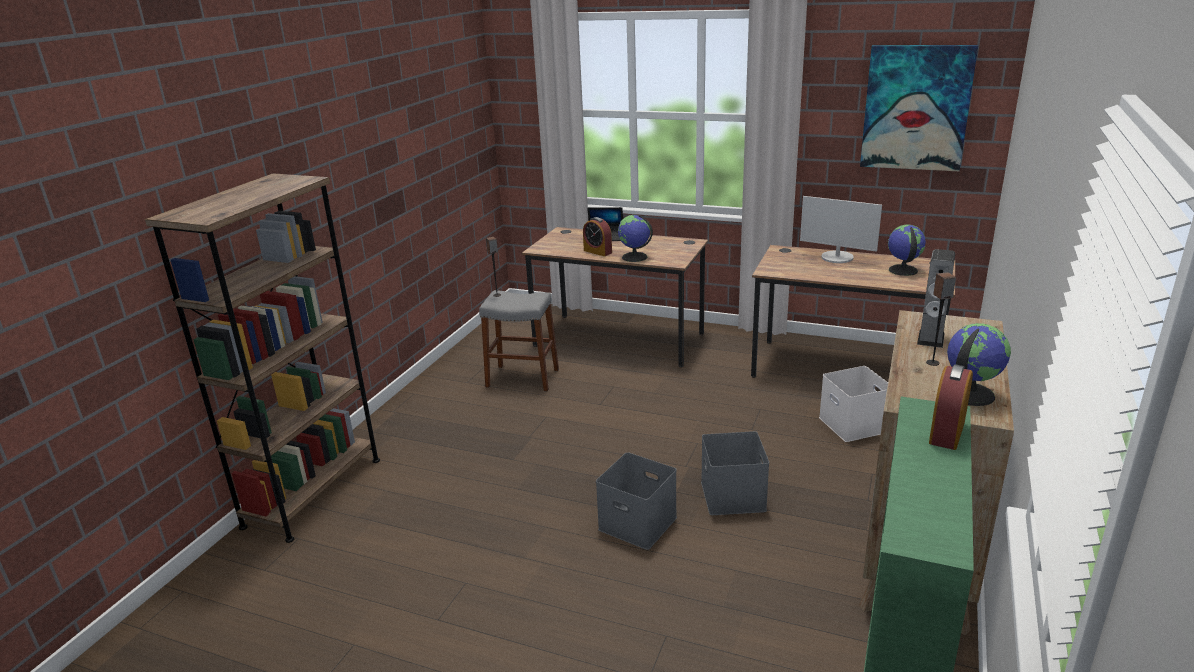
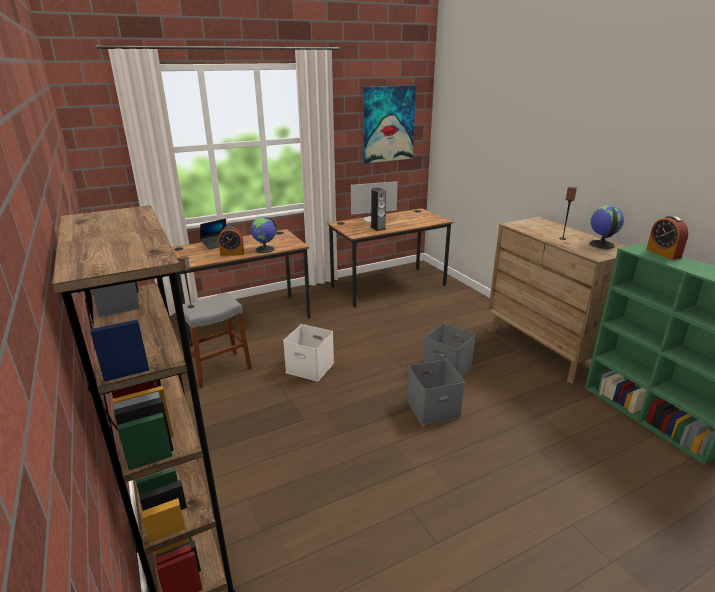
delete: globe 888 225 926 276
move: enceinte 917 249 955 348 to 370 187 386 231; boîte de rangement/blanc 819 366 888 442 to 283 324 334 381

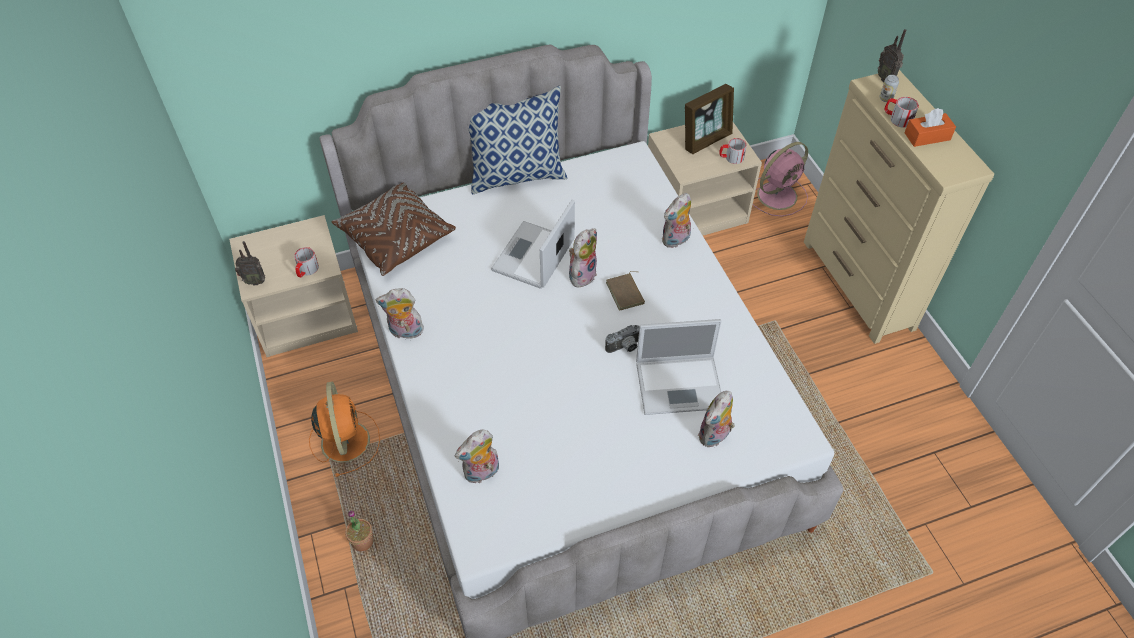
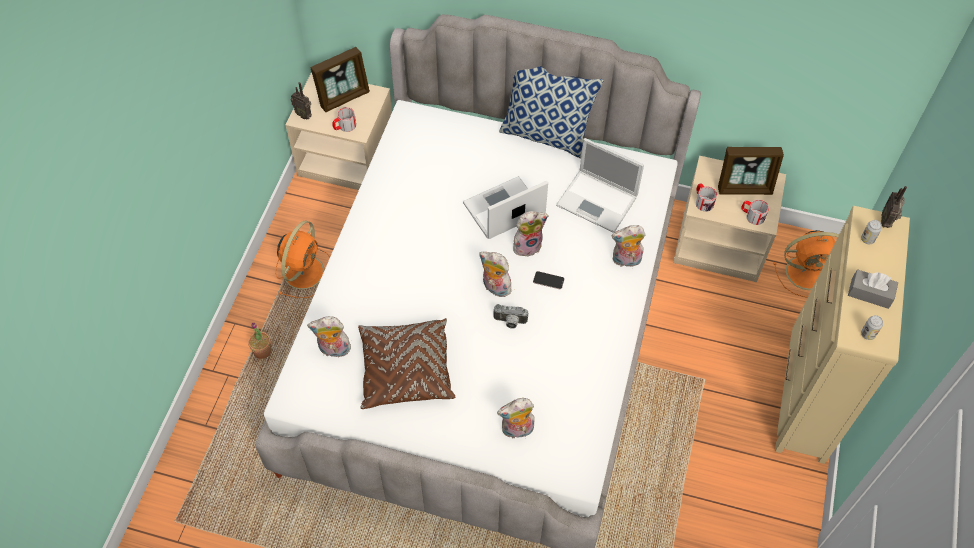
insert: cadre photo 311 47 370 112; boîte métallique 861 315 883 340
move: mug 884 97 919 128 to 696 183 717 212; coussin/marron 332 183 456 276 to 358 318 455 409; peluche 376 288 424 339 to 479 252 513 297; ordinateur portable 636 319 721 415 to 556 138 644 233
replace: livre/marron 606 271 645 311 to téléphone 533 271 564 289
recolor: boîte à mouchoirs/orange 904 108 956 147 to boîte à mouchoirs/gris 848 269 898 309; ventilateur/rose 753 142 808 216 to ventilateur/orange 773 230 839 297

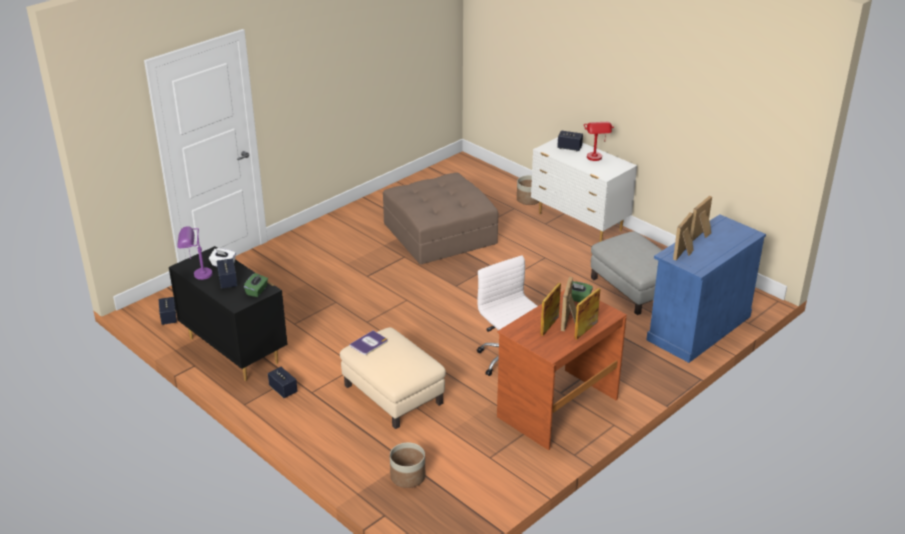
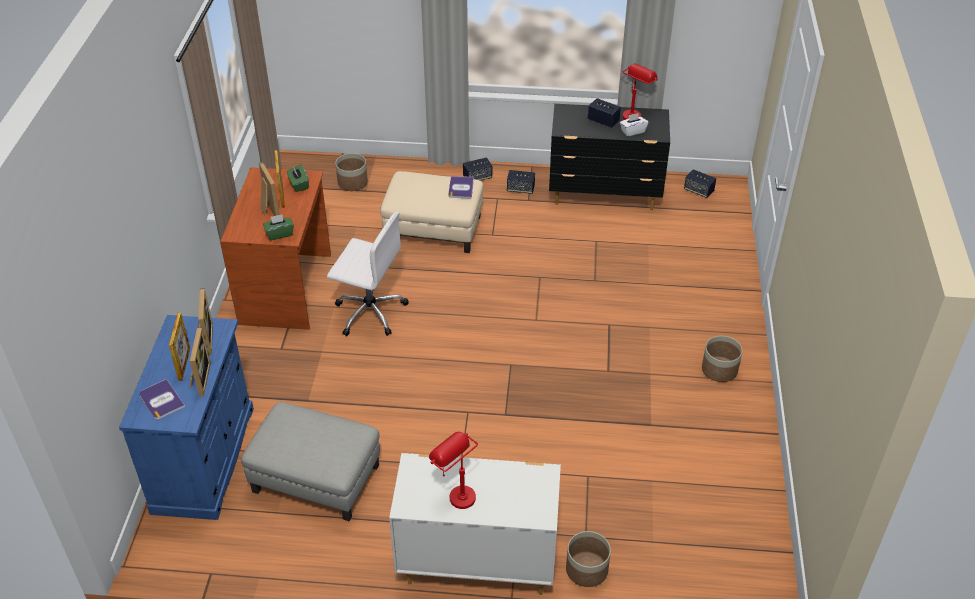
delete: pouf/marron 383 173 498 264
insert: cache-pot 702 336 743 382; livre 139 379 185 420
move: enceinte 557 131 583 151 to 463 157 492 181; boîte à mouchoirs/vert 244 273 268 297 to 287 165 309 192; cadre photo 574 288 600 340 to 169 313 190 381
recolor: lampe de table/violet 177 226 212 280 to lampe de table/rouge 623 64 658 120

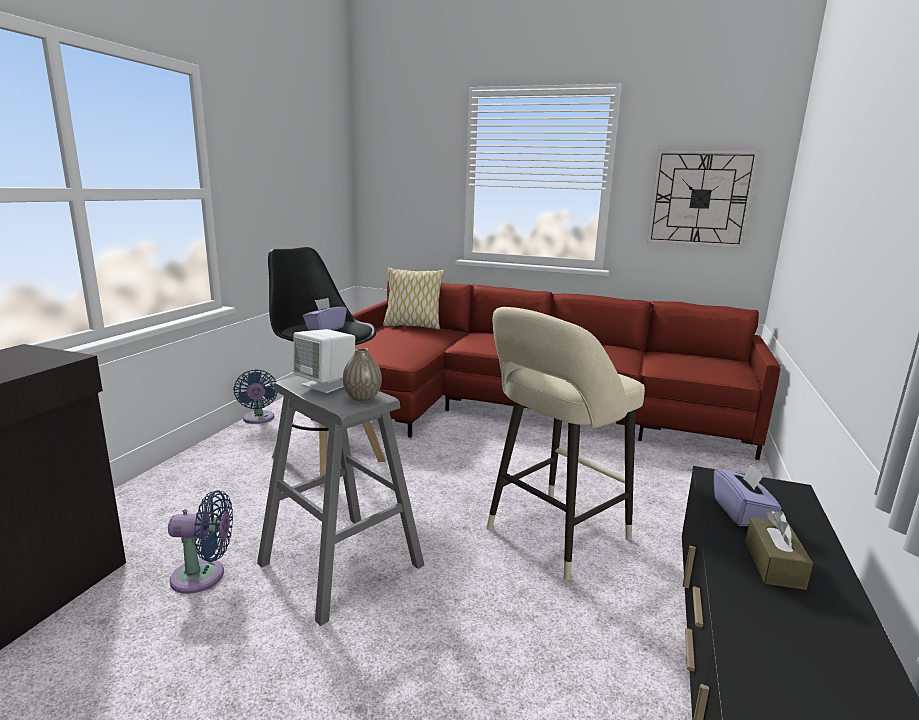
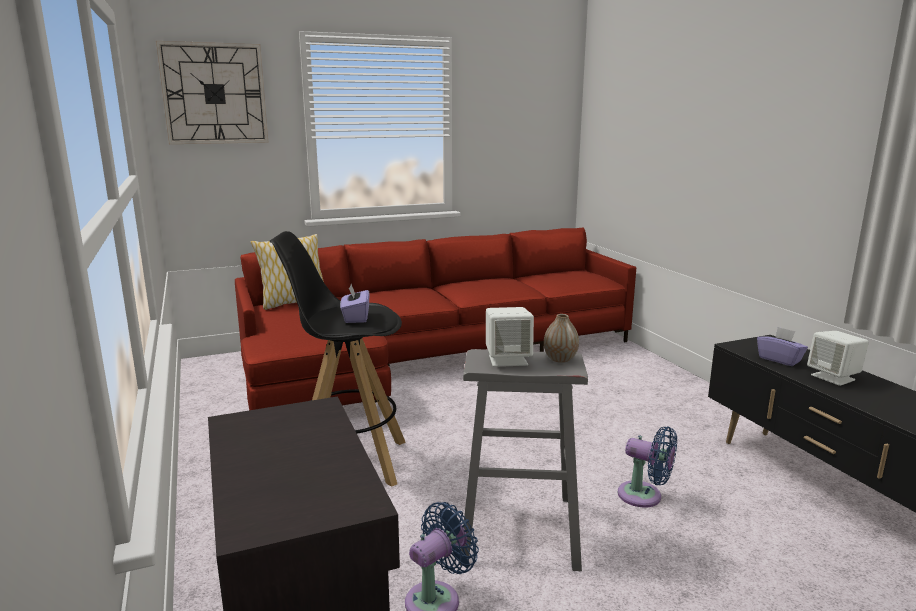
delete: tabouret/beige 486 307 645 581
move: horloge murale 647 150 759 248 to 156 41 269 144; ventilateur/bleu 233 369 278 424 to 618 427 677 508
replace: boîte à mouchoirs/marron 745 511 813 590 to enceinte/blanc 807 331 869 386

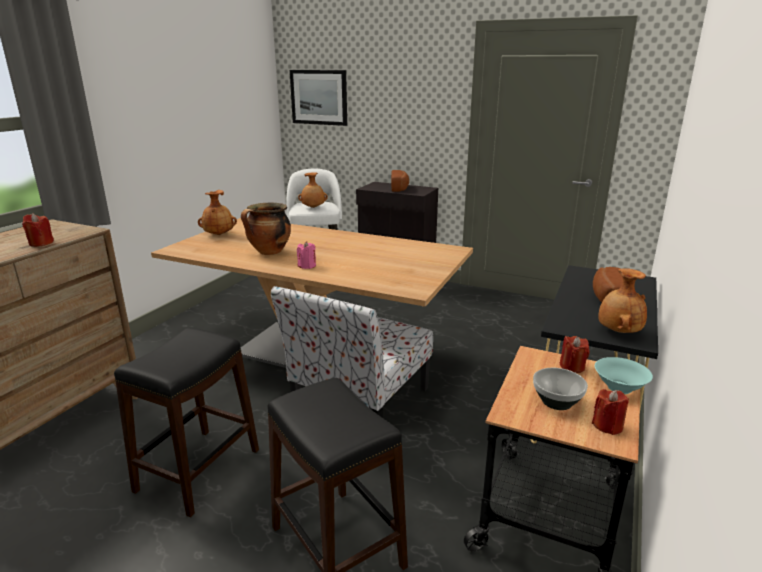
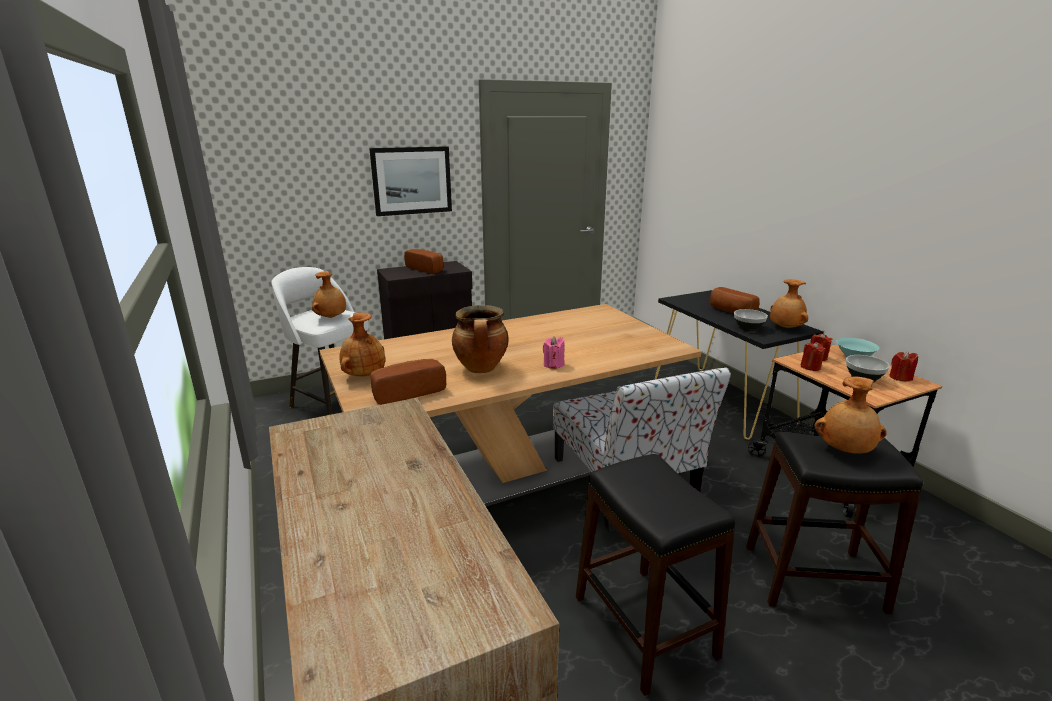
insert: bol 734 309 768 331; pain 370 359 446 405; vase/marron 814 377 887 454
move: tableau 290 70 347 126 to 369 146 452 216; bougie/rouge 22 213 54 247 to 800 342 826 371

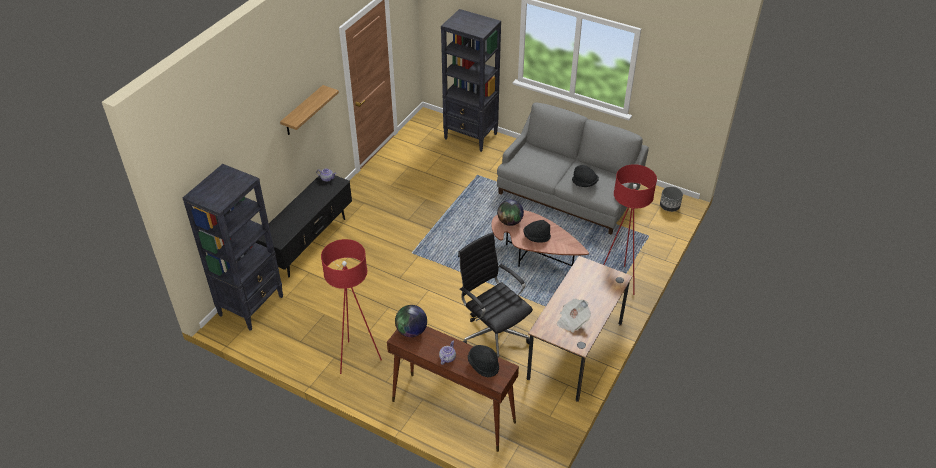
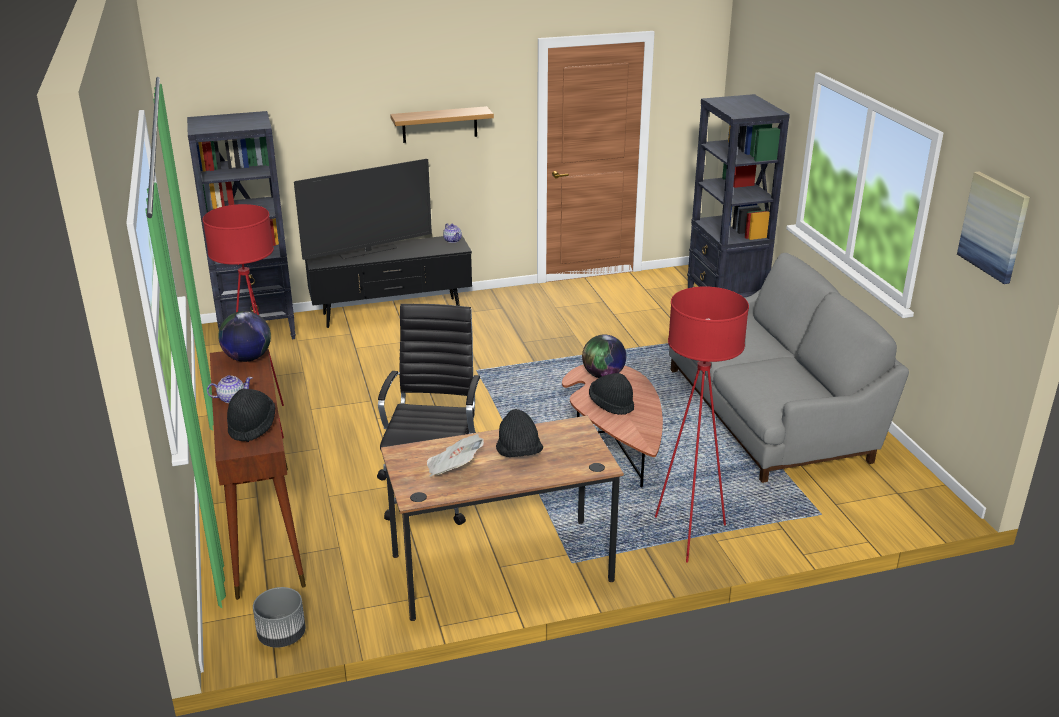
insert: téléviseur 294 159 432 260; tableau 957 171 1030 284
move: chapeau/noir 572 165 599 187 to 496 409 543 457; cache-pot/gris 660 187 683 212 to 253 587 305 648

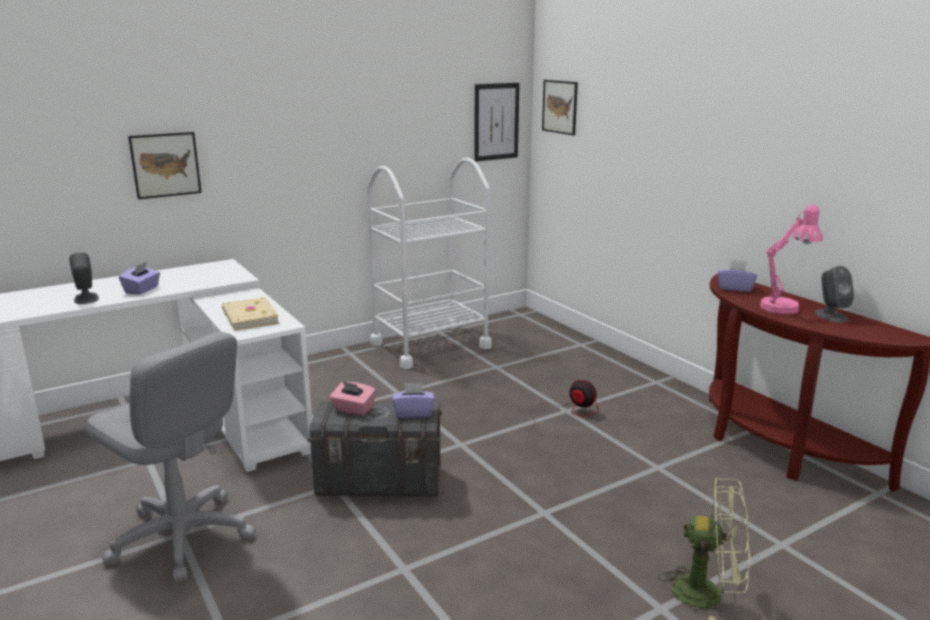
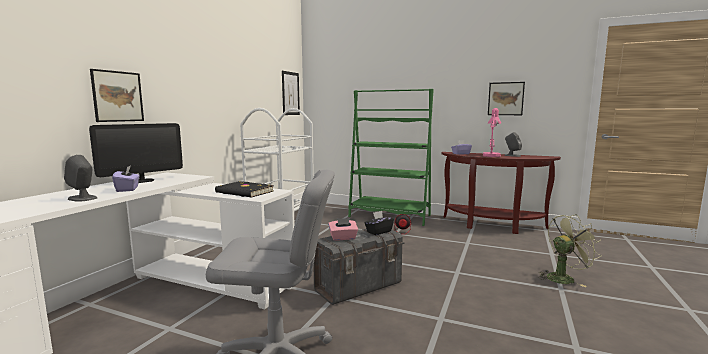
insert: bibliothèque/vert 348 89 434 226; écran d'ordinateur 89 123 183 183
move: tableau 542 80 578 136 to 488 82 525 115
recolor: livre/beige 222 297 280 331 to livre/noir 215 181 274 198; boîte à mouchoirs/violet 392 383 434 418 to boîte à mouchoirs/noir 365 211 394 235

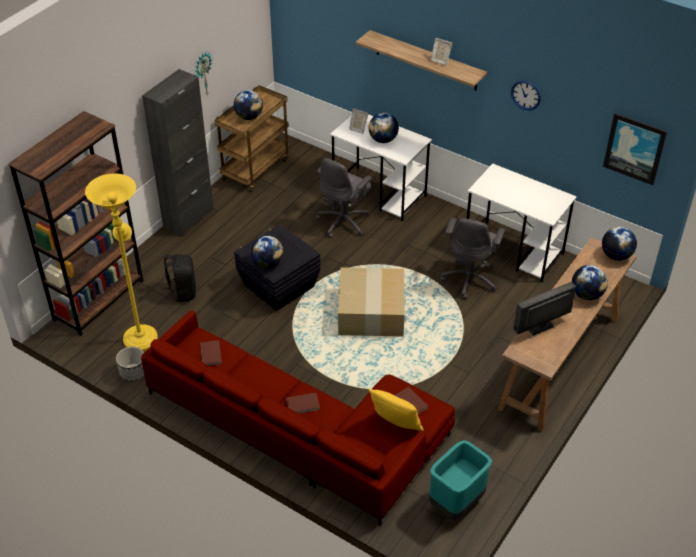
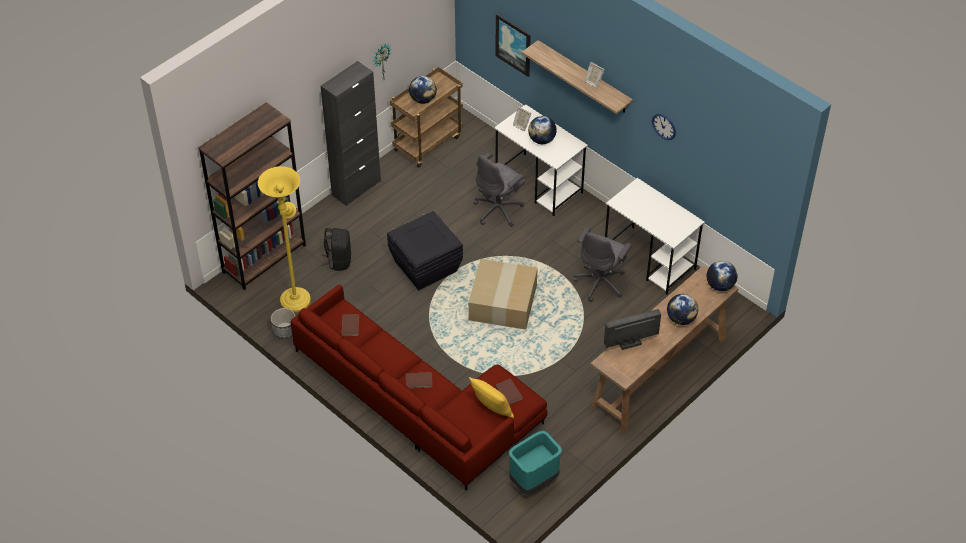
delete: globe 251 236 284 268
move: tableau 603 113 667 185 to 495 14 531 77

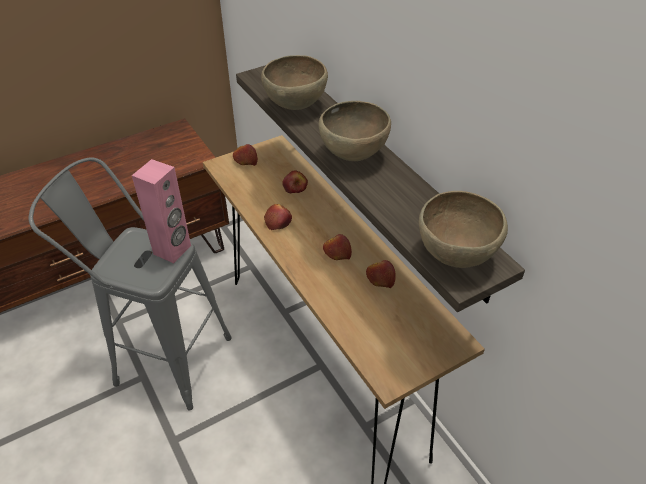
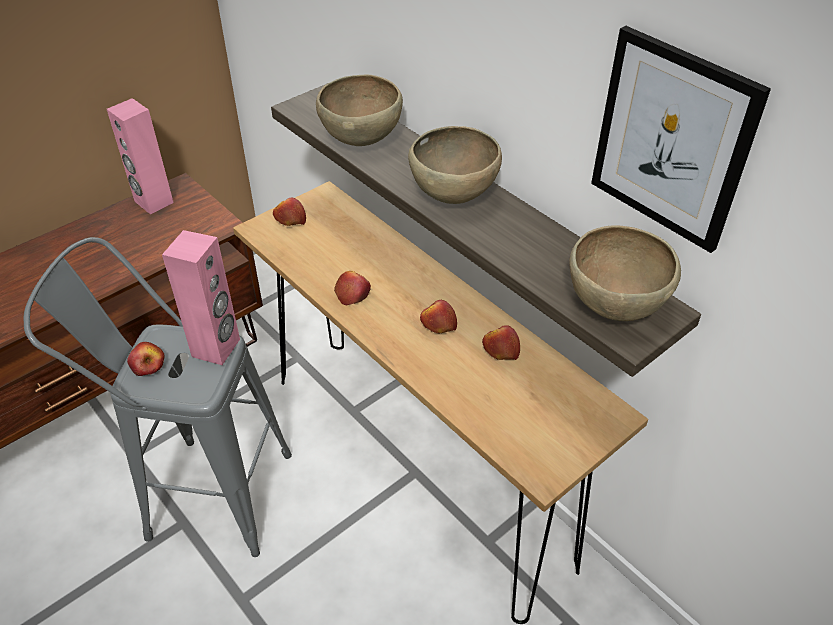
insert: tableau 591 26 771 253; enceinte/rose 107 98 174 215
move: pomme 282 171 308 193 to 127 342 165 376

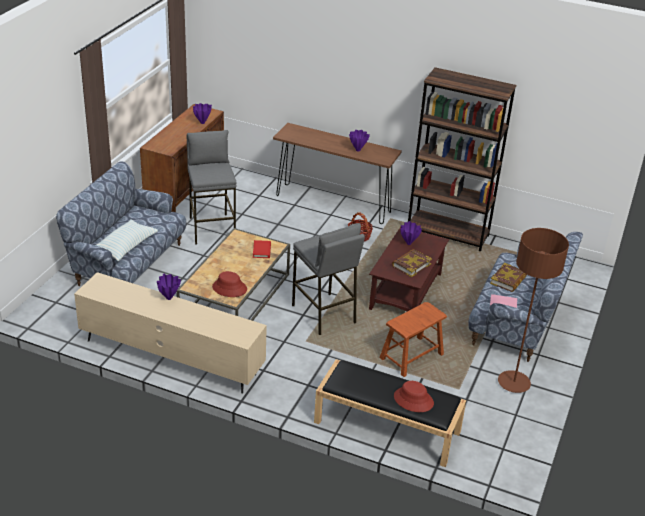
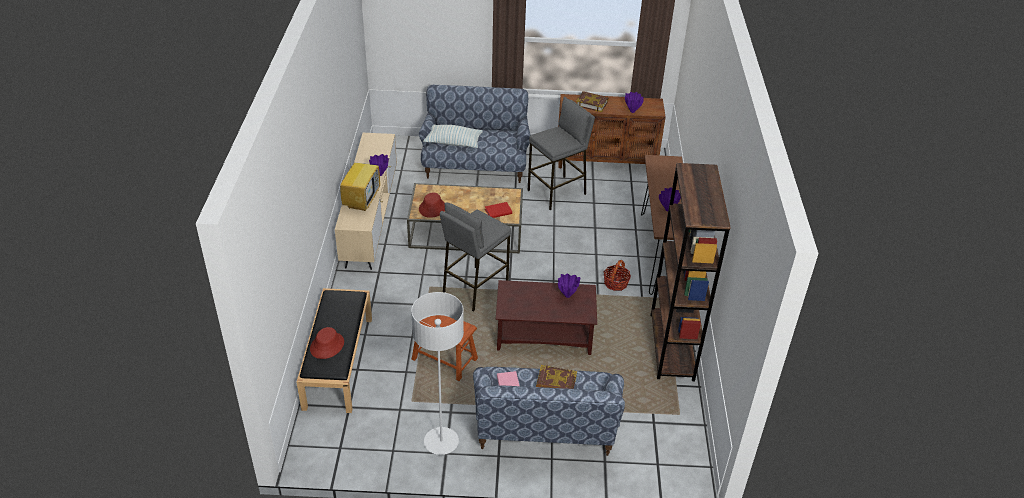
insert: téléviseur 340 150 380 211
move: livre 392 249 432 277 to 576 91 609 112
recolor: lampadaire/marron 498 228 569 393 to lampadaire/gris 411 292 464 455

